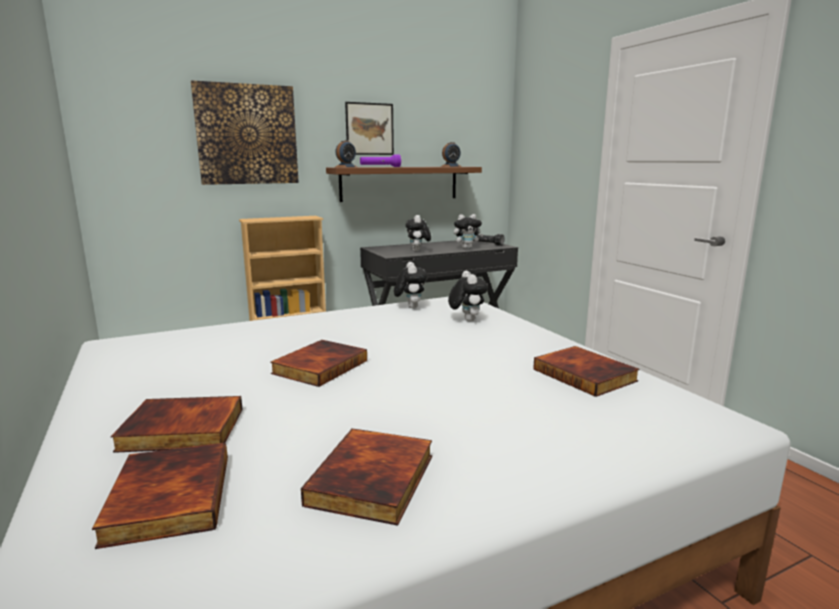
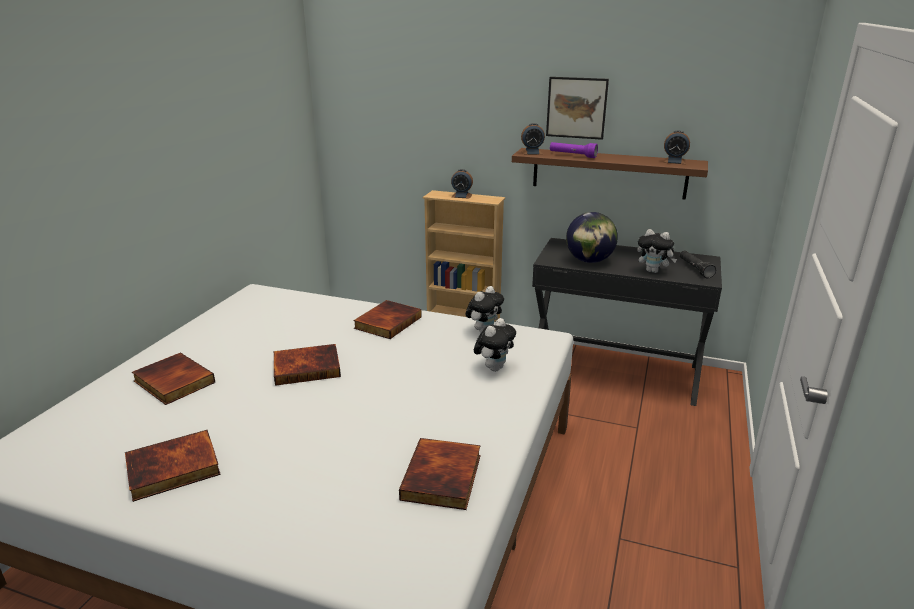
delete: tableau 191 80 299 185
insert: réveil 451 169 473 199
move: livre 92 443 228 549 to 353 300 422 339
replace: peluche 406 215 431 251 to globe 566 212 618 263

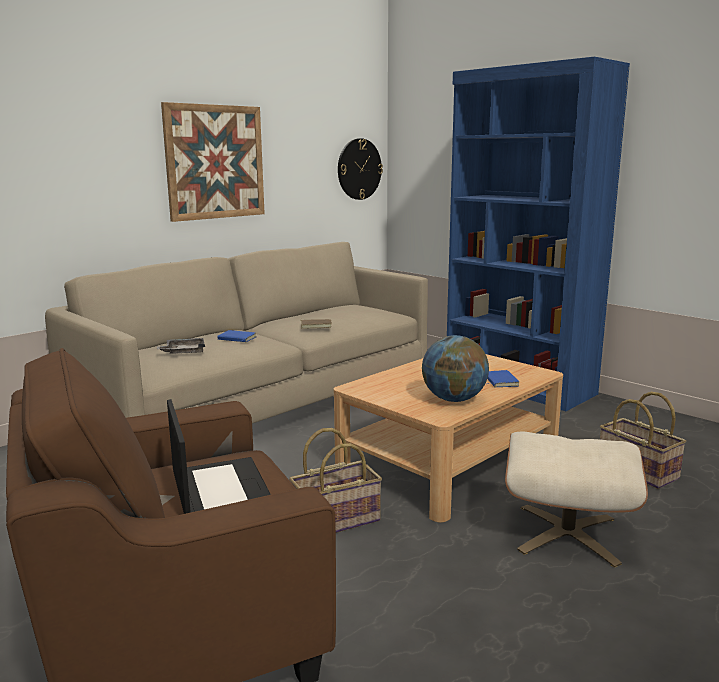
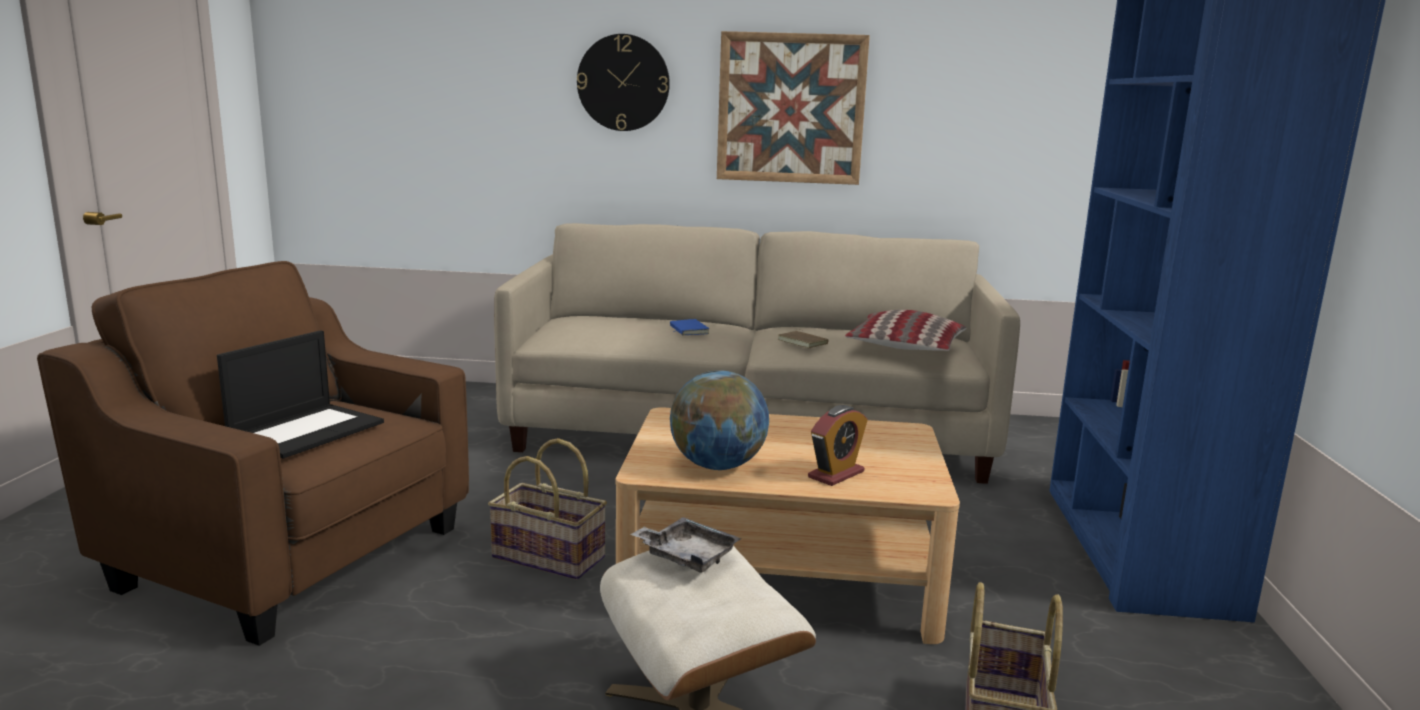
insert: coussin 845 310 966 351
move: horloge murale 338 138 383 200 to 577 34 670 131; plateau/gris 157 338 205 354 to 630 517 742 573
replace: livre/bleu 487 370 519 387 to réveil 808 405 868 486

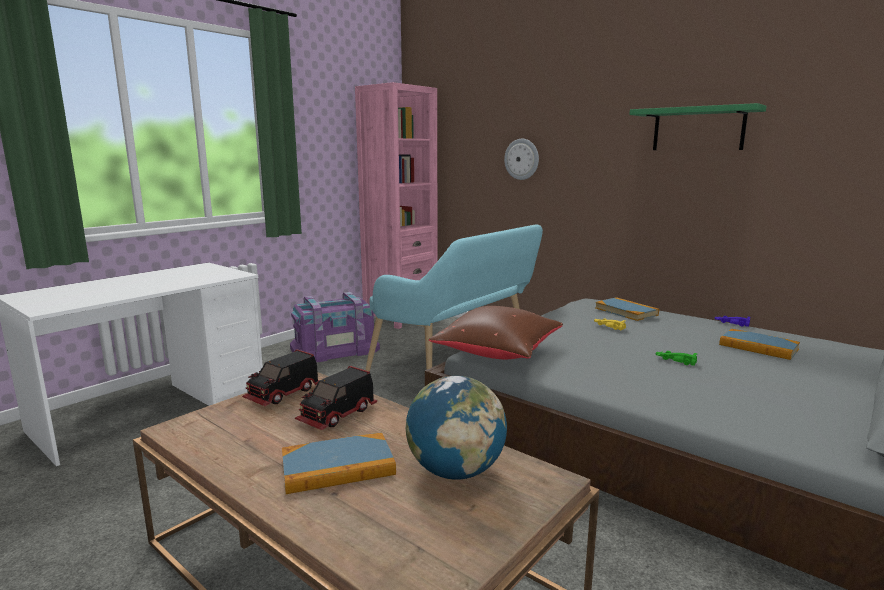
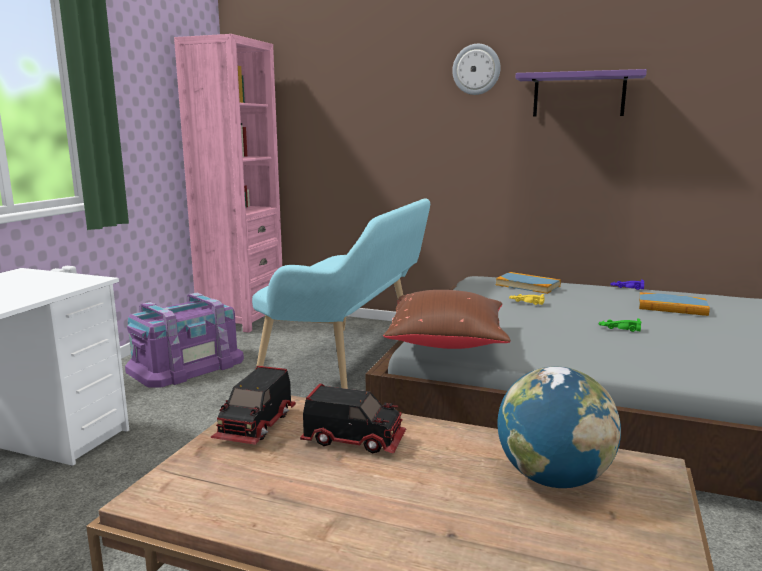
delete: livre 282 433 396 494
move: horloge murale 504 139 539 180 to 452 44 500 95
recolor: étagère/vert 629 103 766 150 to étagère/violet 515 69 647 117
rotate: camion jouet 295 366 377 430 = 300 383 406 453 90 degrees counterclockwise

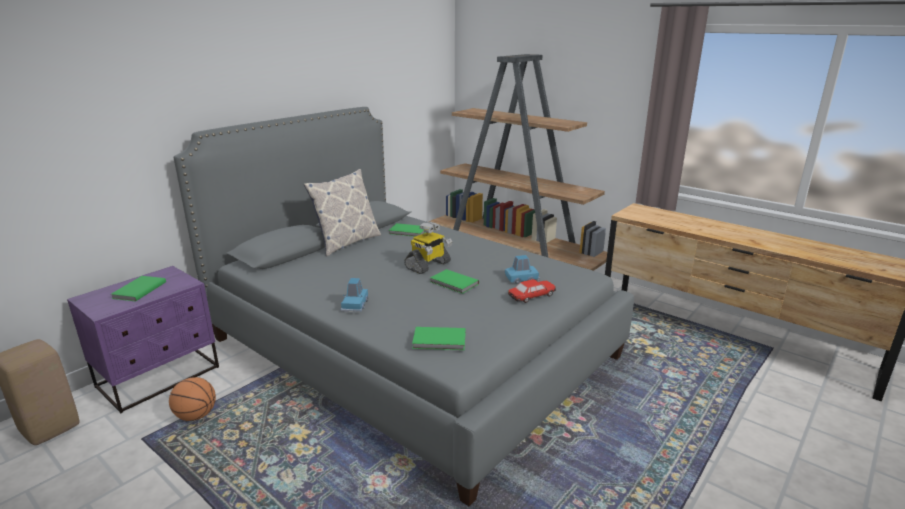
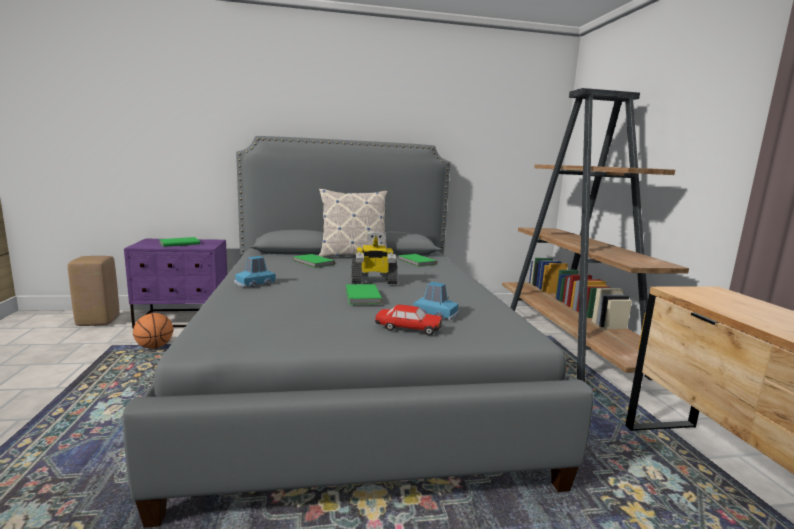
move: livre/vert 412 327 466 350 to 293 254 335 268

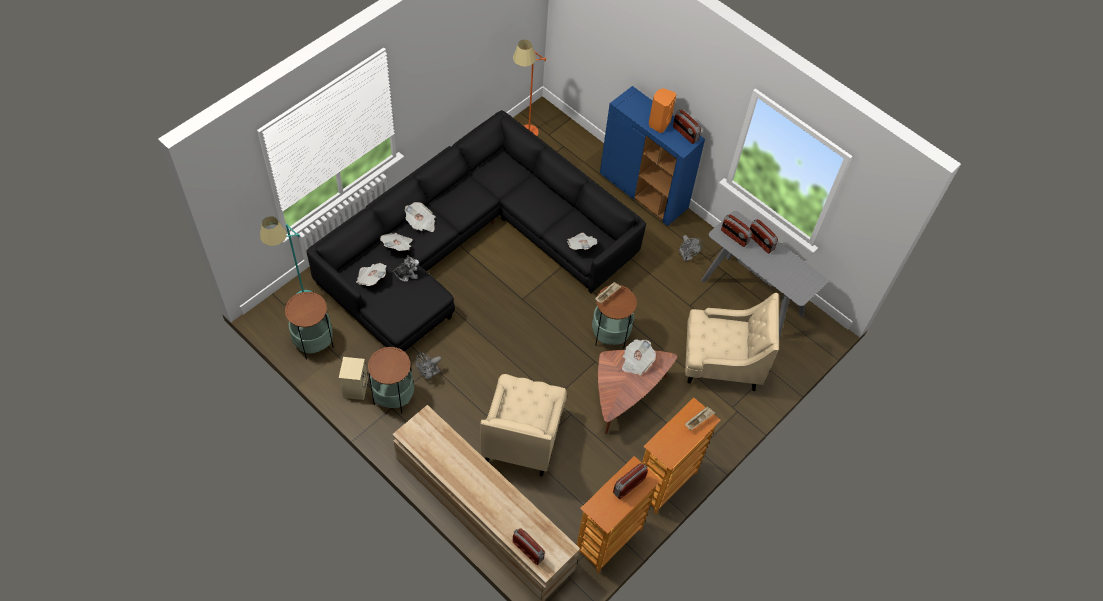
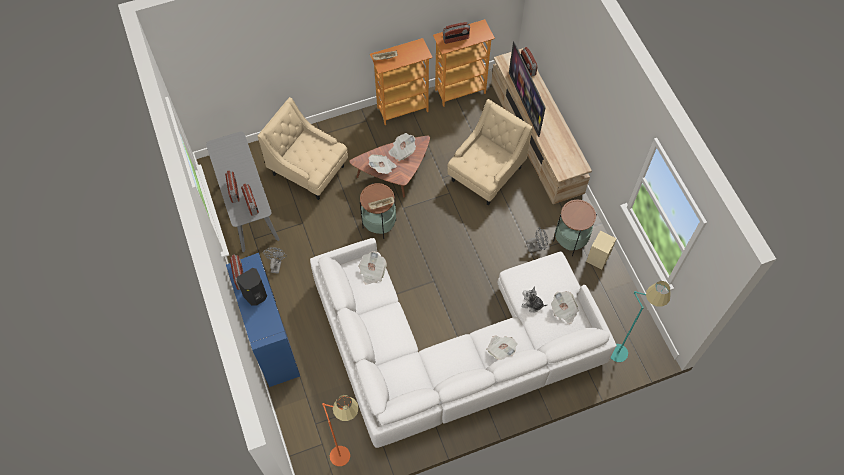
delete: table d'appoint 285 292 334 360
insert: téléviseur 509 41 546 137
move: journal 380 233 413 251 to 388 133 416 161
recolor: enceinte/orange 649 88 676 133 to enceinte/noir 237 268 267 305; canapé/noir 306 110 646 352 to canapé/blanc 310 238 617 448

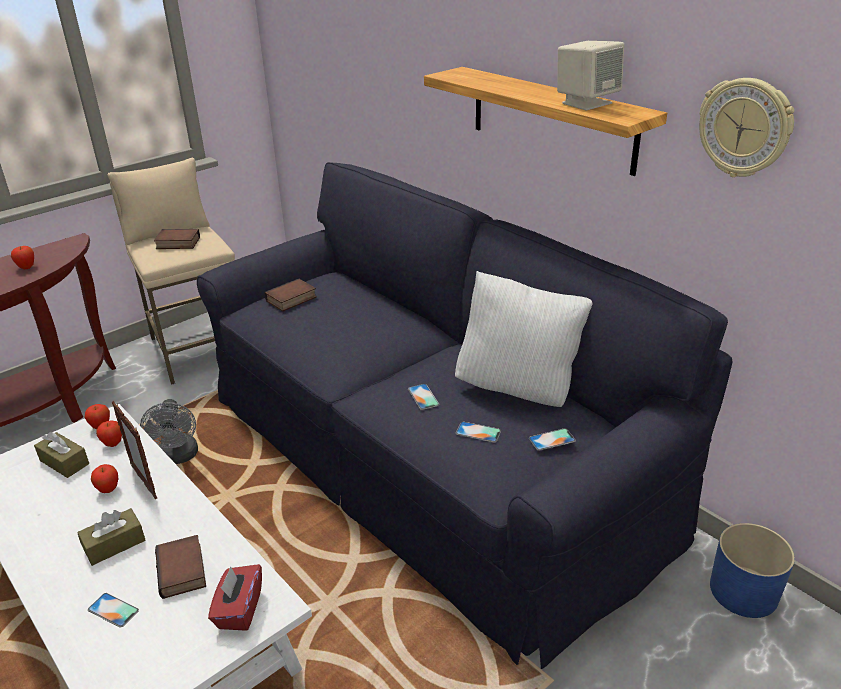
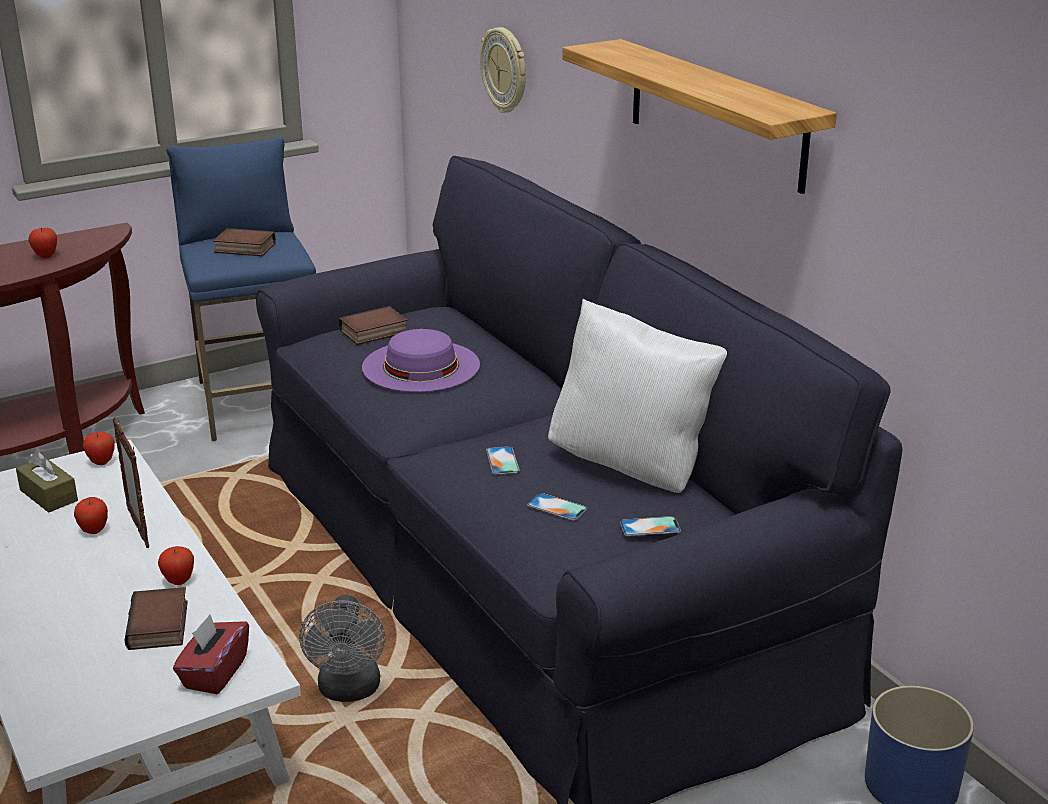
delete: enceinte/beige 557 41 624 110; boîte à mouchoirs/marron 77 508 145 566; téléphone 88 593 139 628
insert: chapeau/violet 362 329 480 392
move: horloge murale 699 78 794 177 to 480 27 526 113; ventilateur/gris 140 399 198 464 to 299 595 385 702; pomme 96 421 122 447 to 158 546 194 585
recolor: tabouret/beige 107 158 235 385 to tabouret/bleu 166 137 316 441

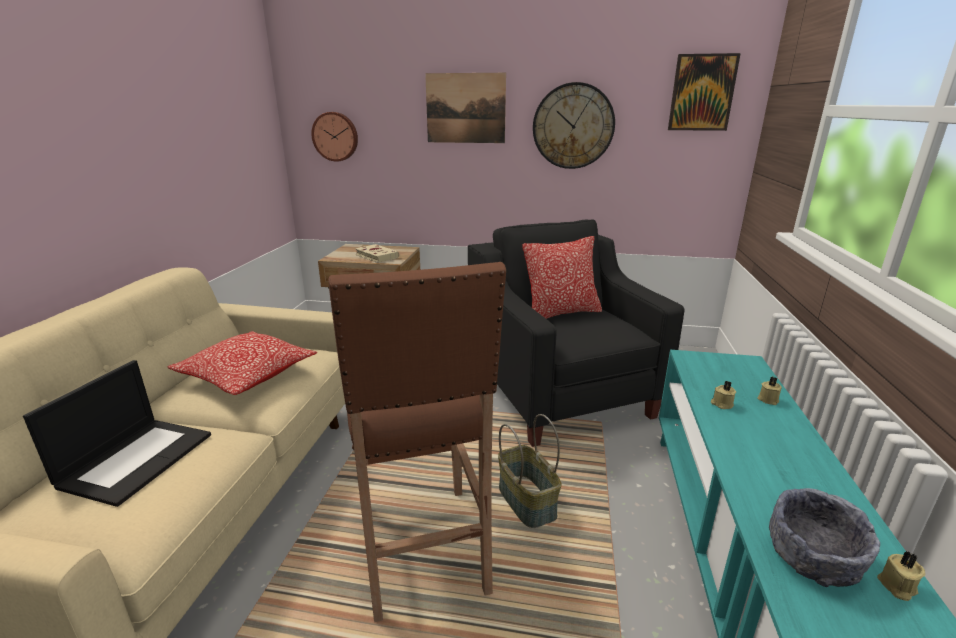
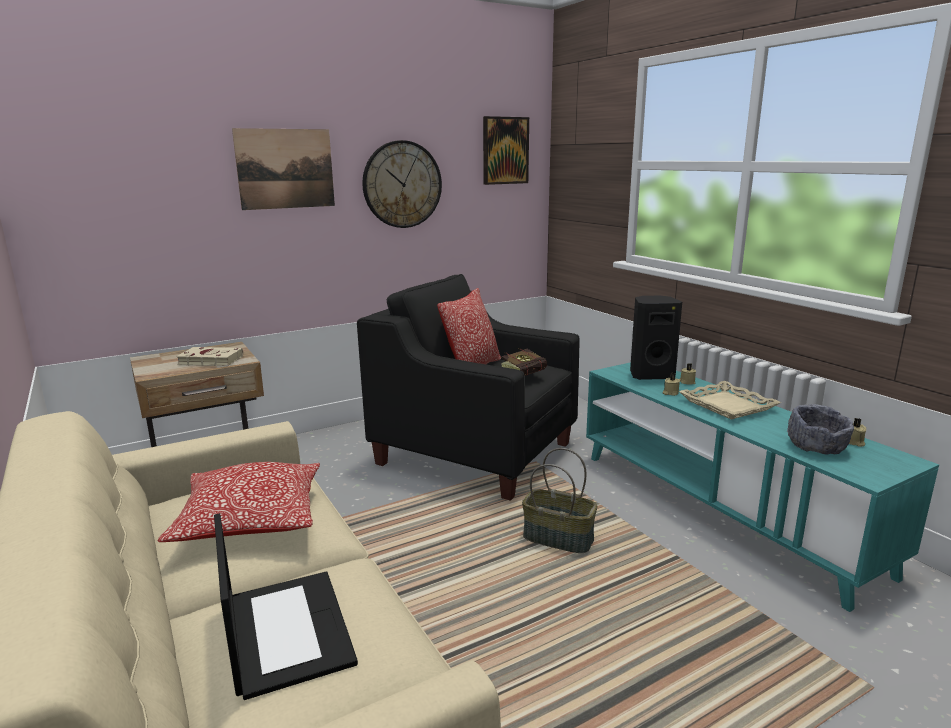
delete: horloge murale 311 112 358 162; tabouret/marron 328 262 506 622
insert: enceinte/noir 630 296 682 380; livre 501 348 547 376; plateau/beige 679 381 781 419

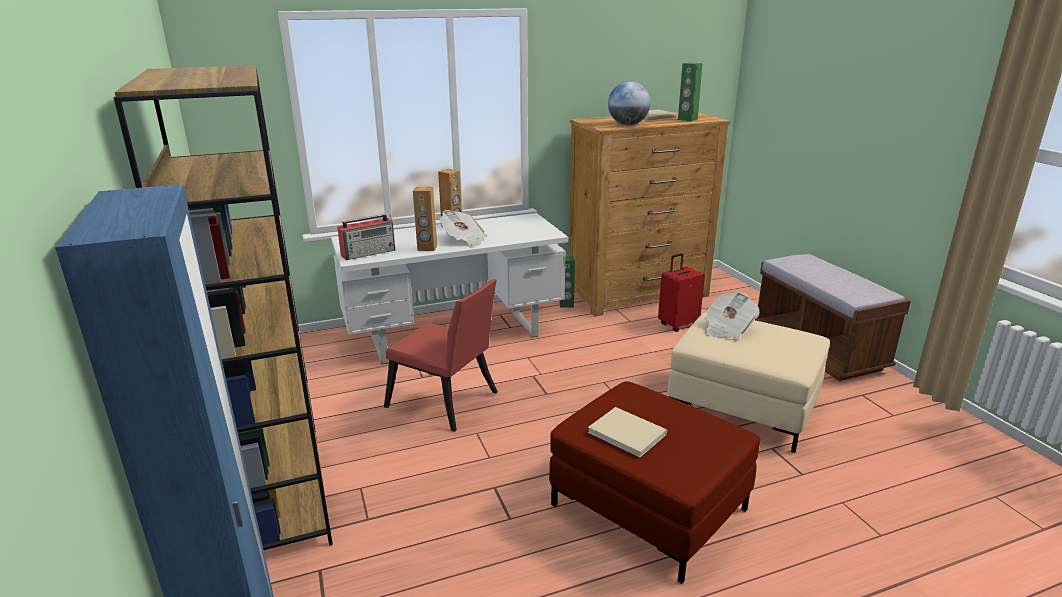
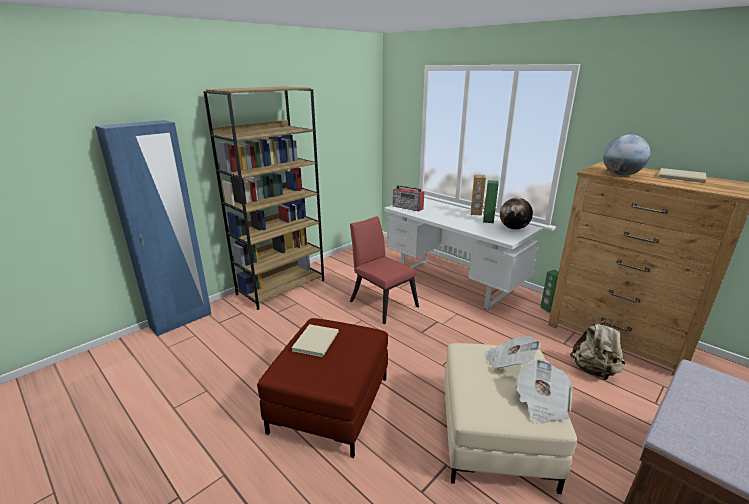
delete: enceinte/marron 413 187 437 251
insert: globe 500 198 533 230
move: enceinte/vert 678 62 703 121 to 483 180 499 223; journal 439 210 487 247 to 515 359 573 424
replace: valise/rouge 658 253 705 332 to sac à dos/beige 570 319 625 380
rotate: chaise/rouge 384 279 498 432 = 350 216 419 324 135 degrees clockwise

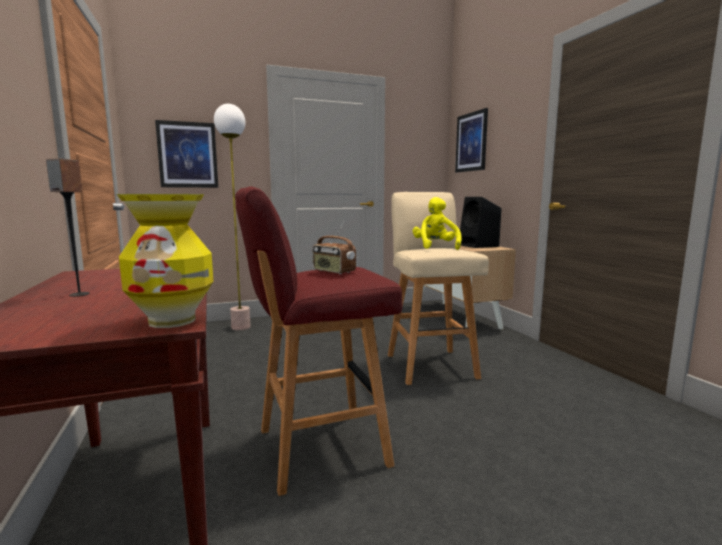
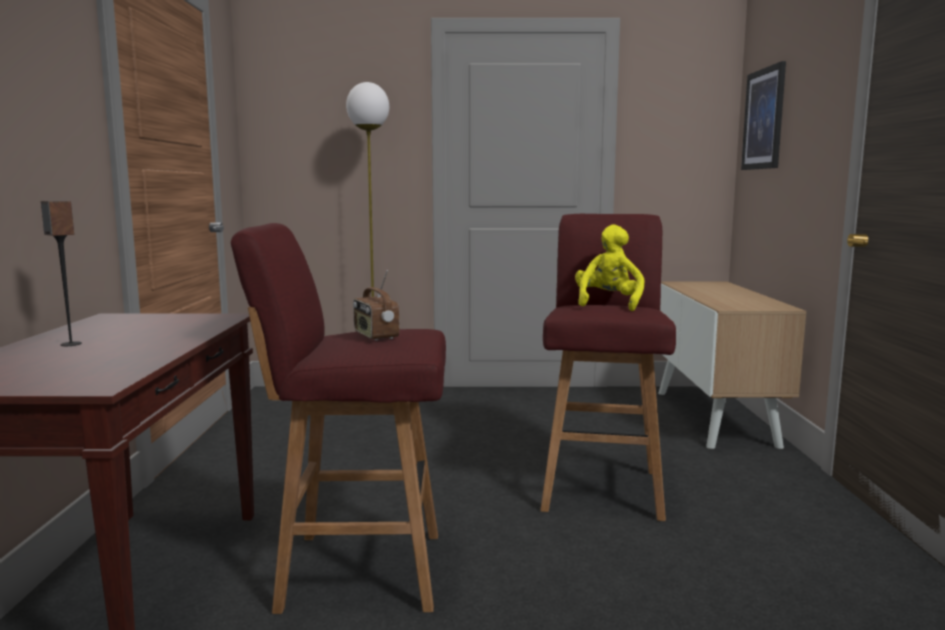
delete: tableau 155 120 218 188; vase 117 194 213 328; enceinte/noir 460 197 502 248
recolor: tabouret/beige 388 192 489 385 to tabouret/rouge 540 214 676 521

